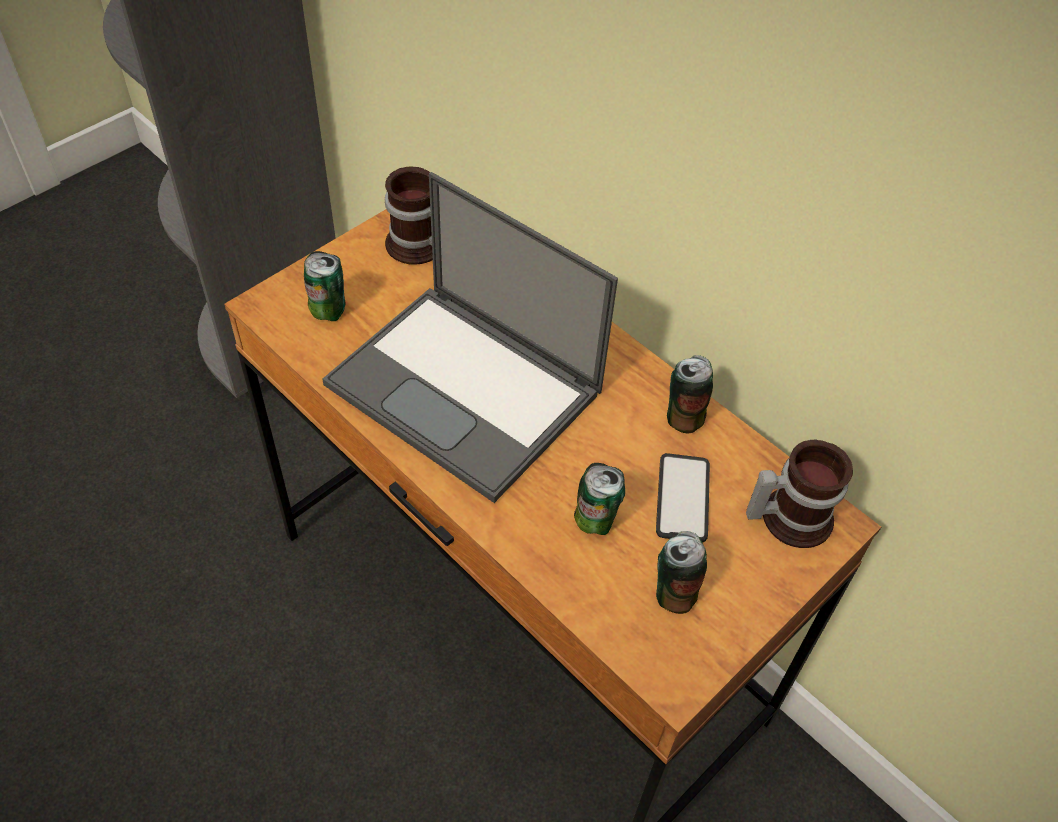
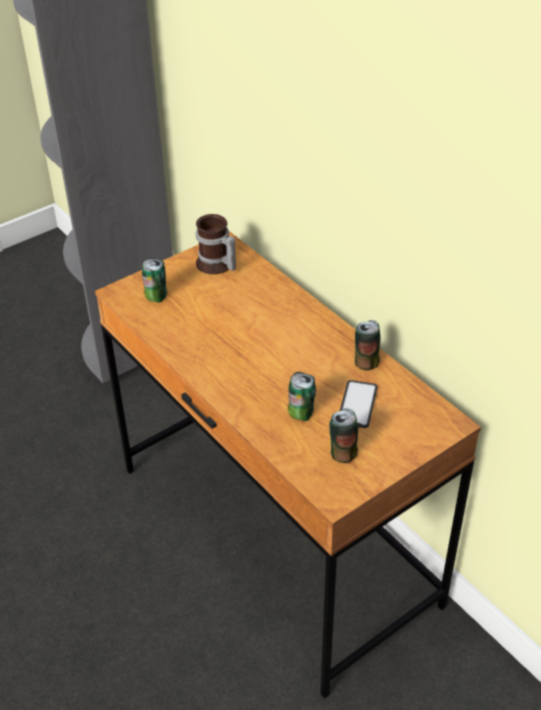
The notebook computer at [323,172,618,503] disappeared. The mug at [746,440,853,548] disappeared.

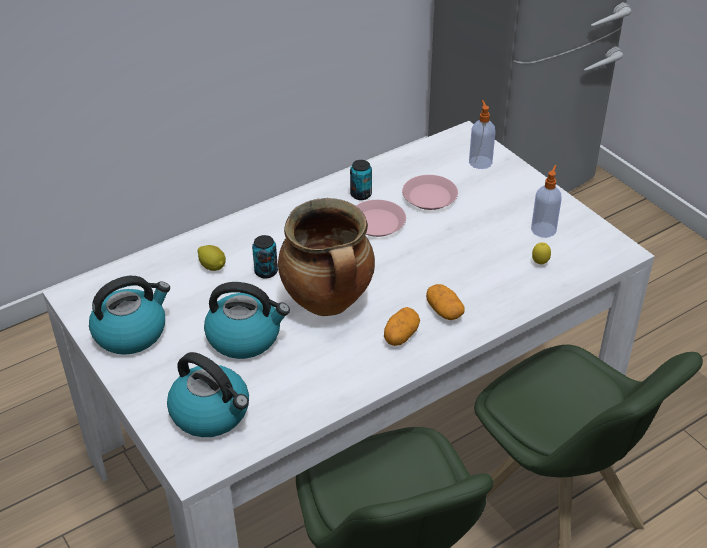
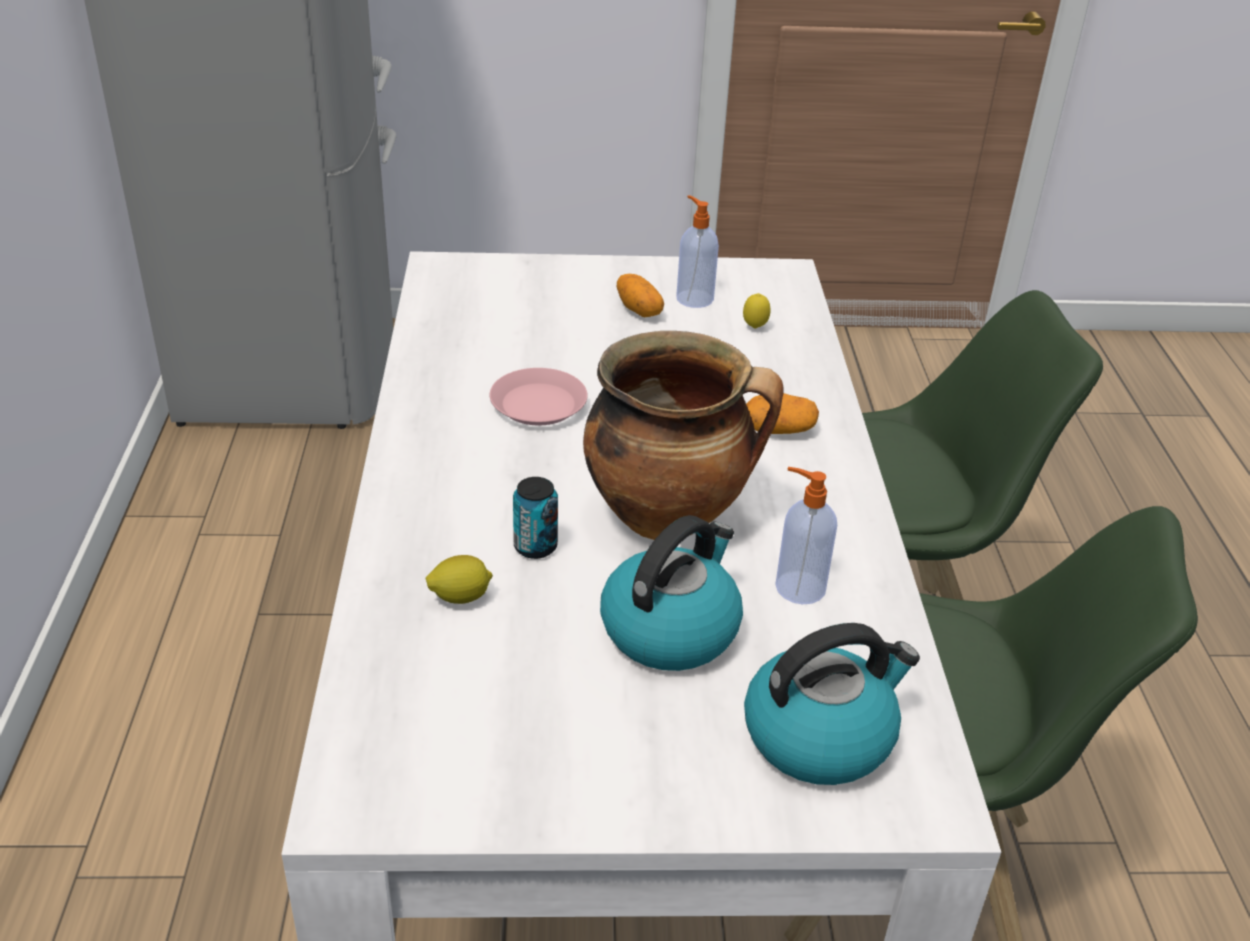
The water kettle at [89,276,170,355] disappeared. The can at [350,160,372,200] disappeared. The pink-coloured plate at [402,175,458,210] disappeared. The potato moved from [384,307,420,346] to [617,274,664,317]. The liquid soap bottle moved from [469,100,495,169] to [775,467,837,604].

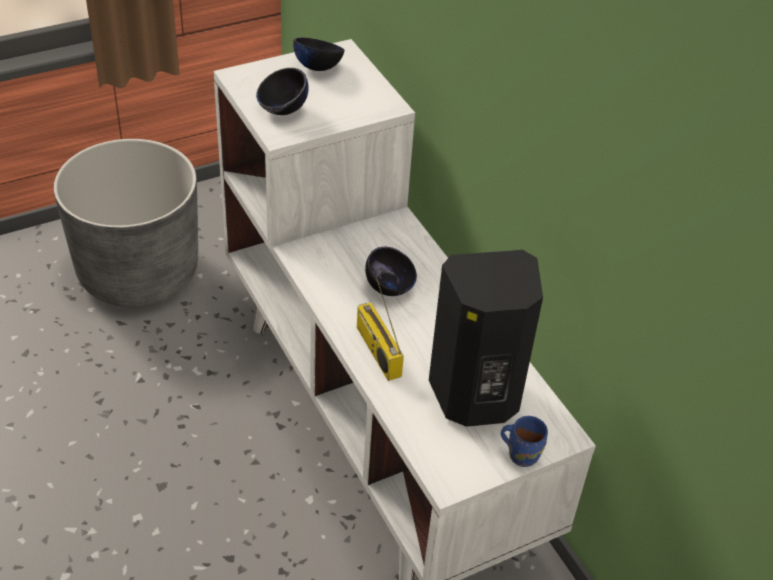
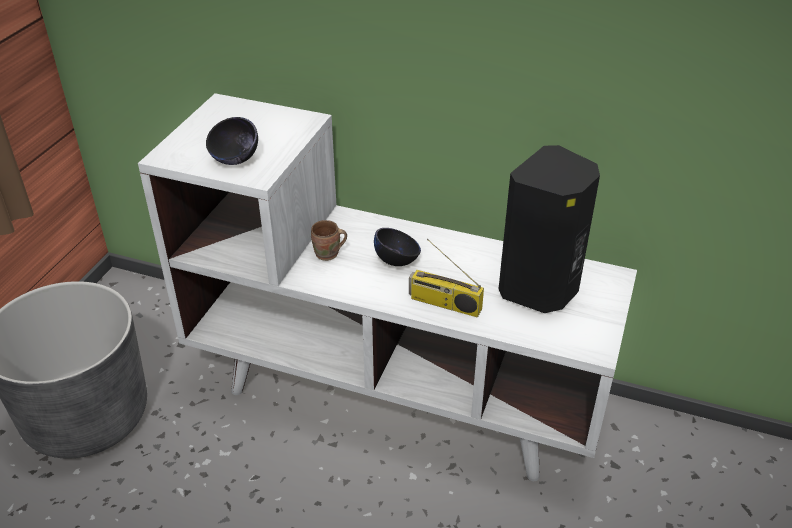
The black deep dish at [293,37,345,71] disappeared. The blue mug at [501,416,548,467] disappeared. The brown-coloured mug at [311,220,347,261] appeared.

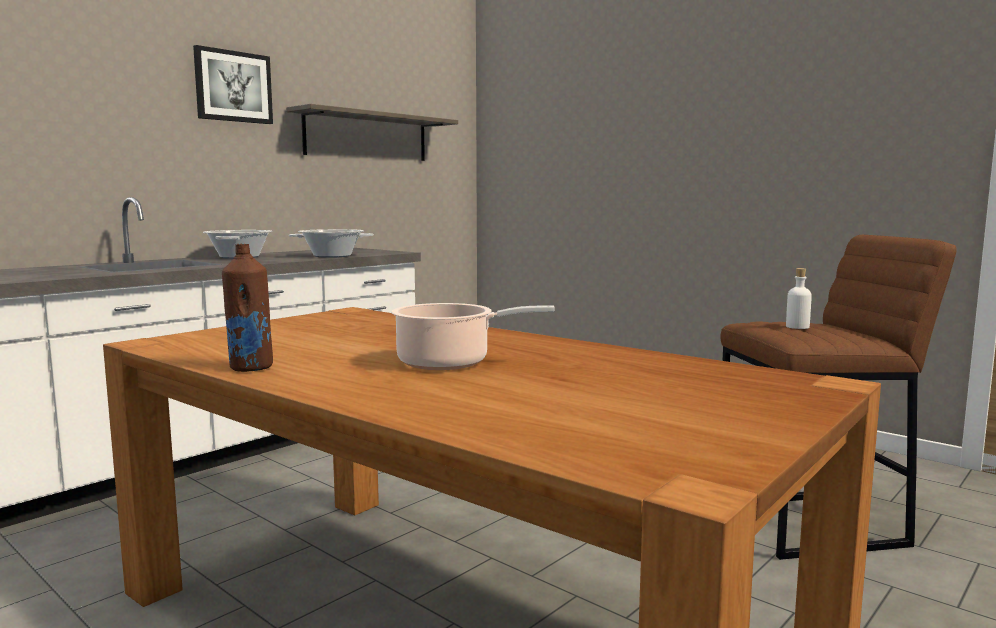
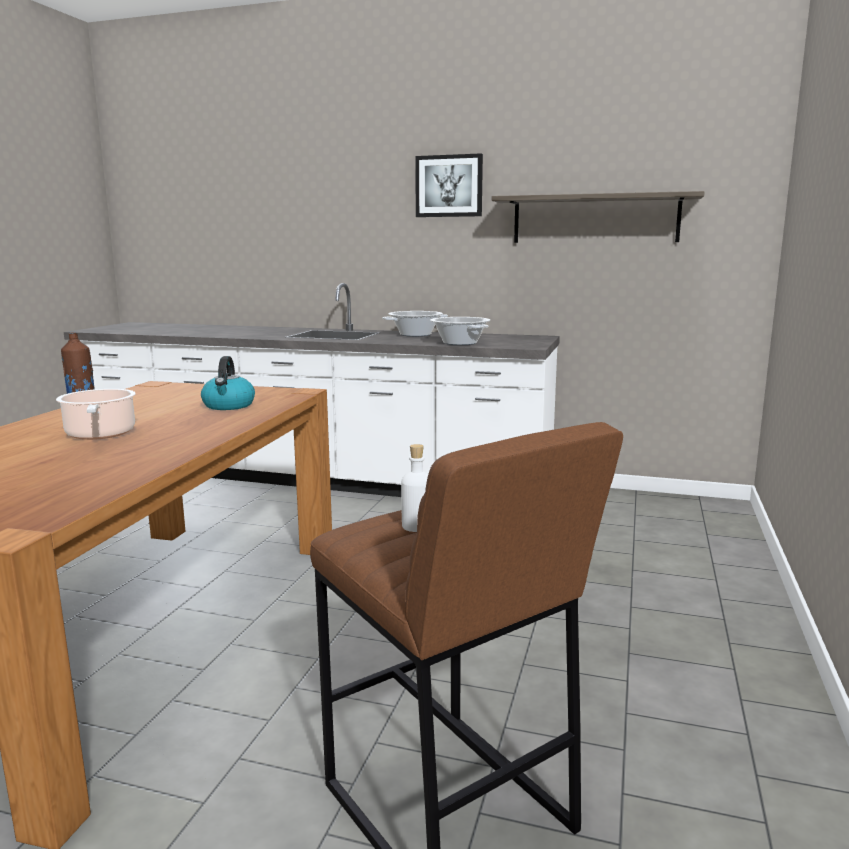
The water kettle at [201,356,255,410] appeared.

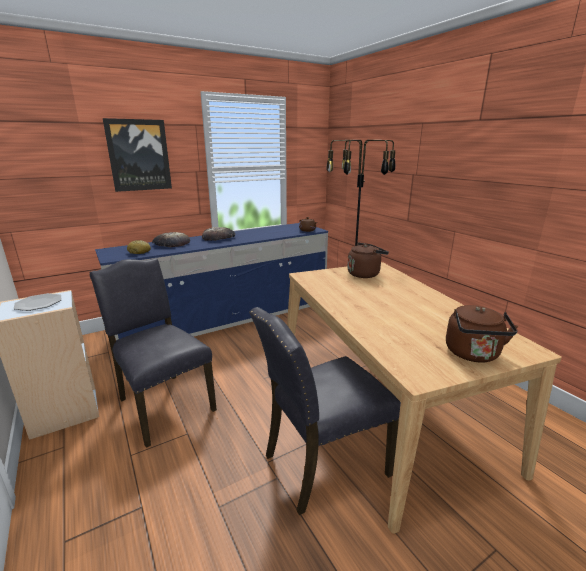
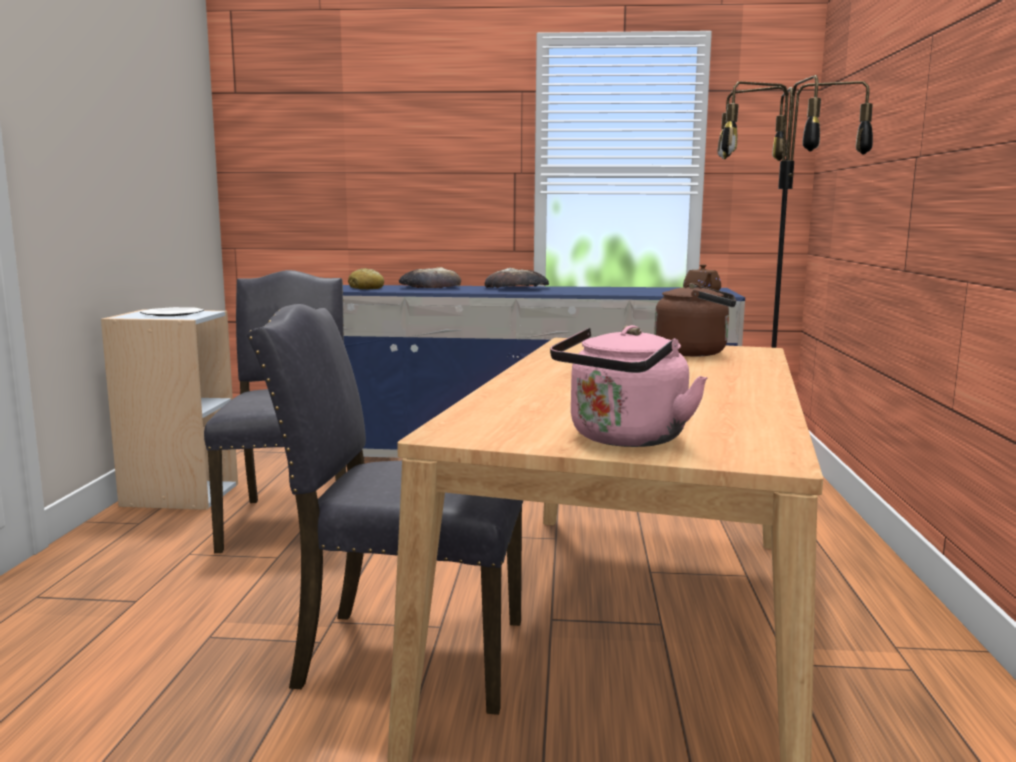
The wall art at [103,118,172,192] disappeared. The brown-coloured water kettle at [446,305,518,363] became the pink-coloured water kettle at [550,325,708,447].

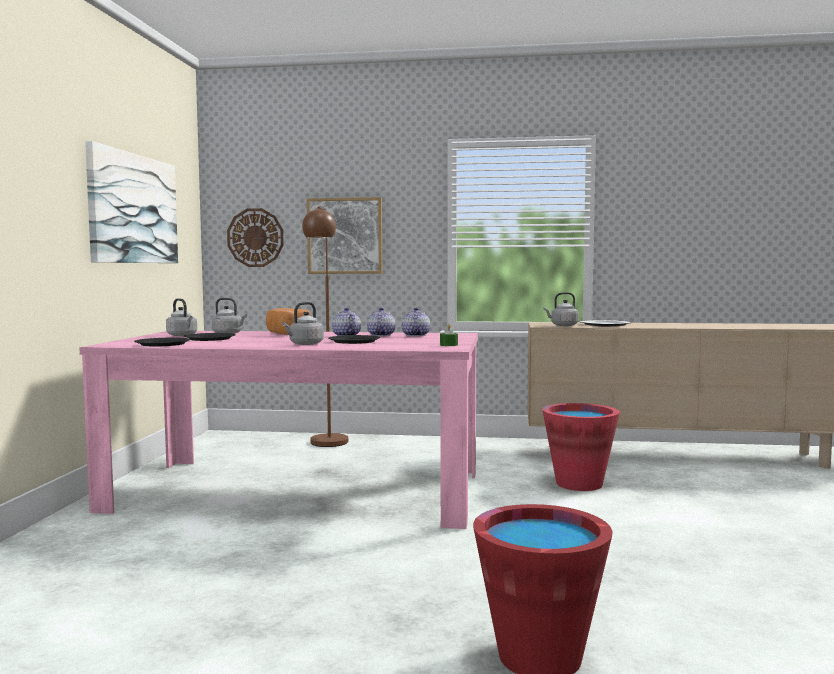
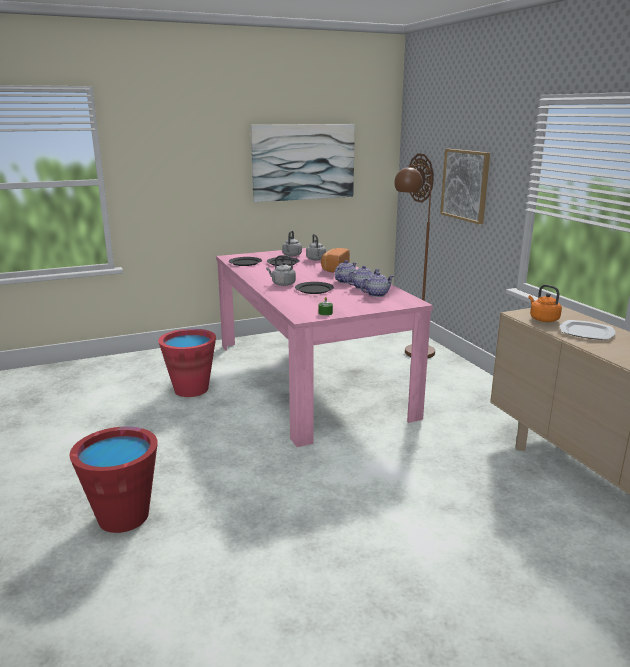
The red pail moved from [542,403,620,491] to [158,329,216,397]. The gray water kettle at [544,292,579,326] became the orange water kettle at [529,285,562,322].

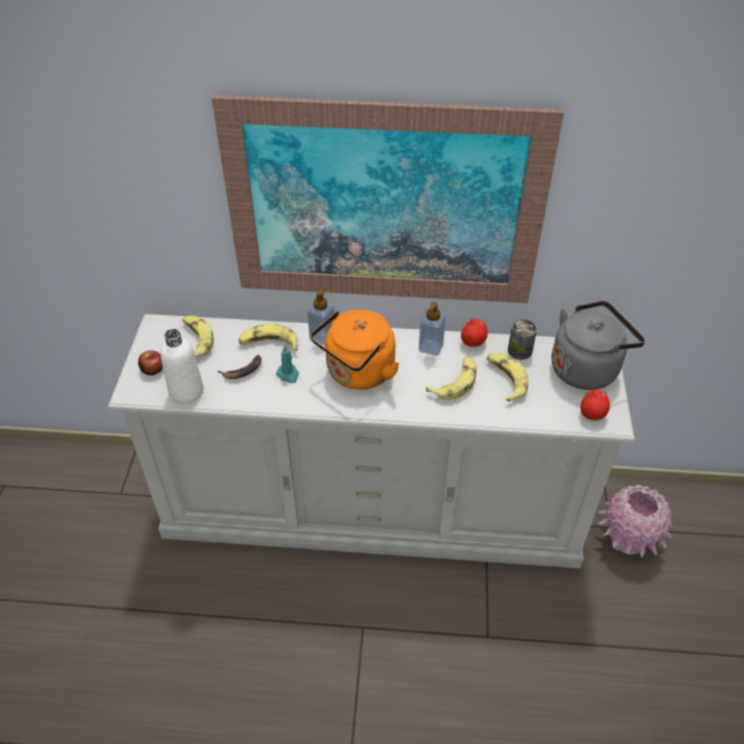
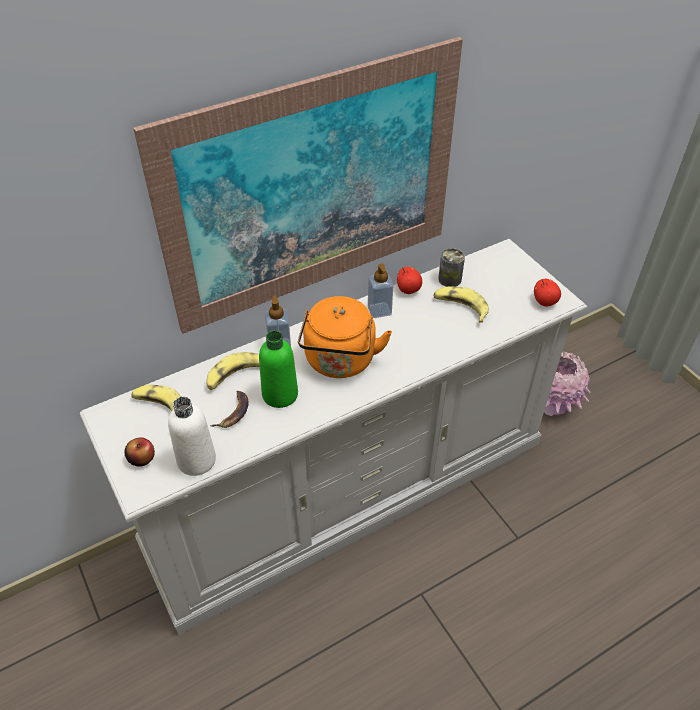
The whole banana at [426,357,477,400] disappeared. The gray water kettle at [552,301,645,390] disappeared. The turquoise wax candle at [276,345,299,383] was replaced by the green bottle at [259,331,298,408].

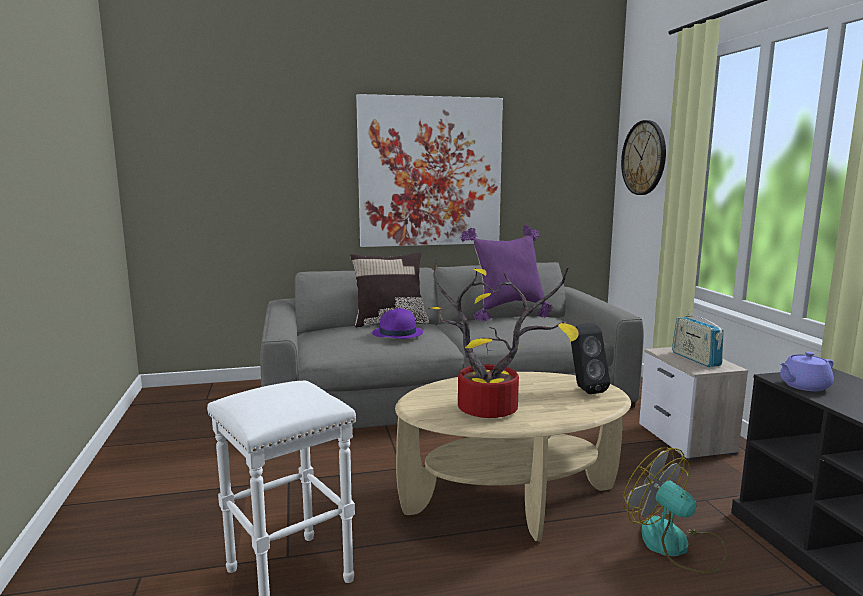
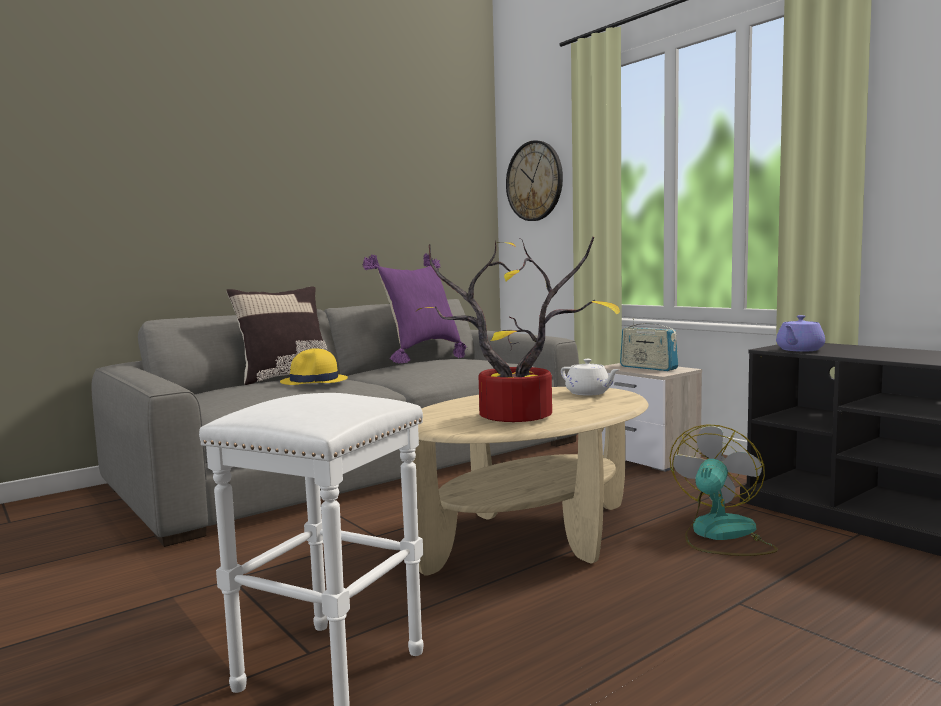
The wall art at [356,94,503,247] disappeared. The black audio speaker at [571,323,610,394] was replaced by the white teapot at [561,359,620,396]. The purple hat at [372,308,423,339] became the yellow hat at [280,349,348,385]. The electric fan at [623,447,728,574] turned 90 degrees clockwise.

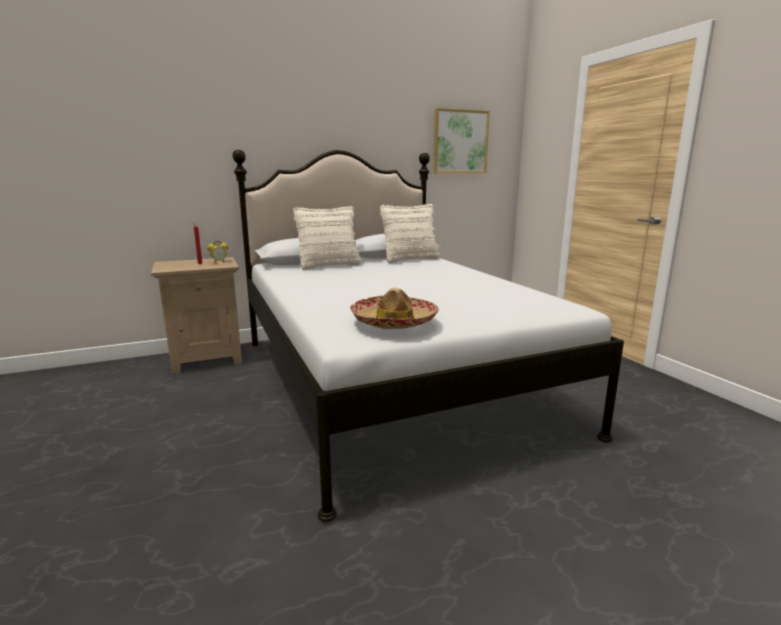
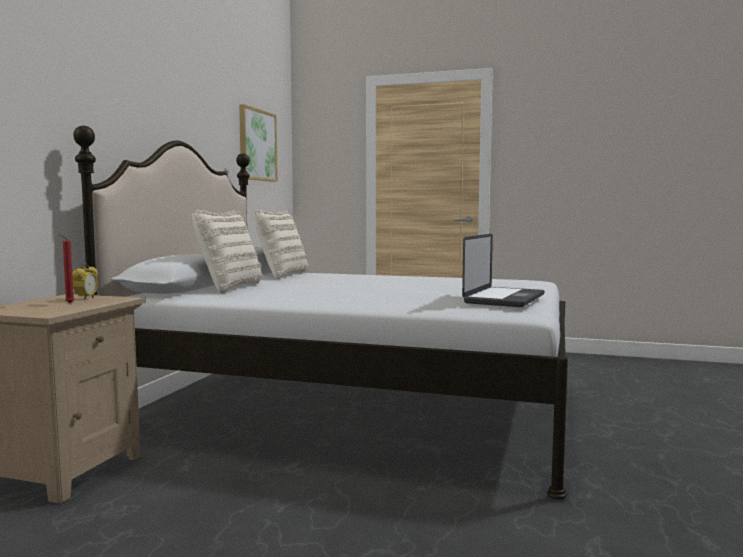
The hat at [350,287,439,329] was replaced by the notebook computer at [462,234,545,307].

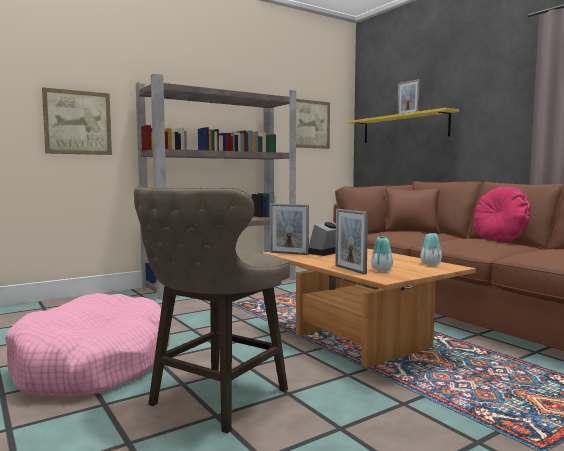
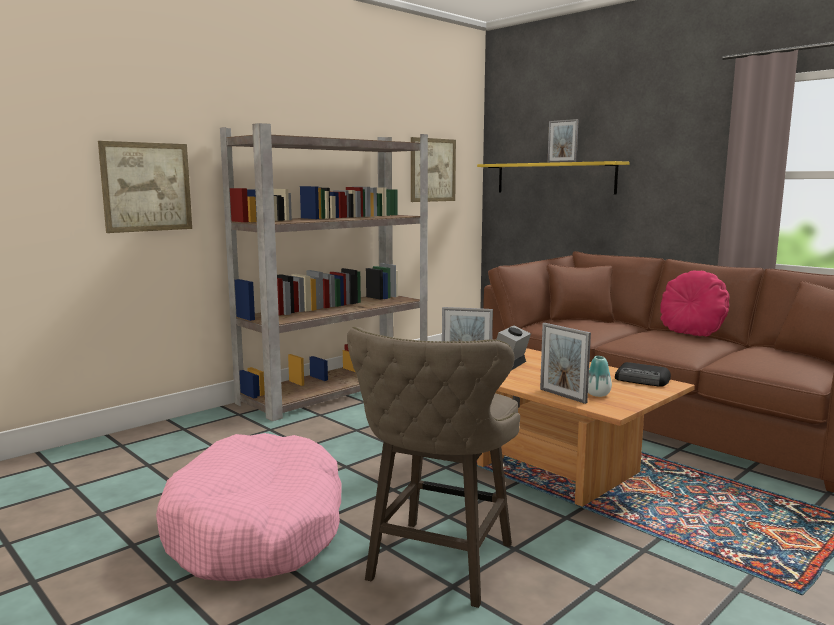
The flower vase at [420,233,442,265] was replaced by the radio at [615,362,671,387].

